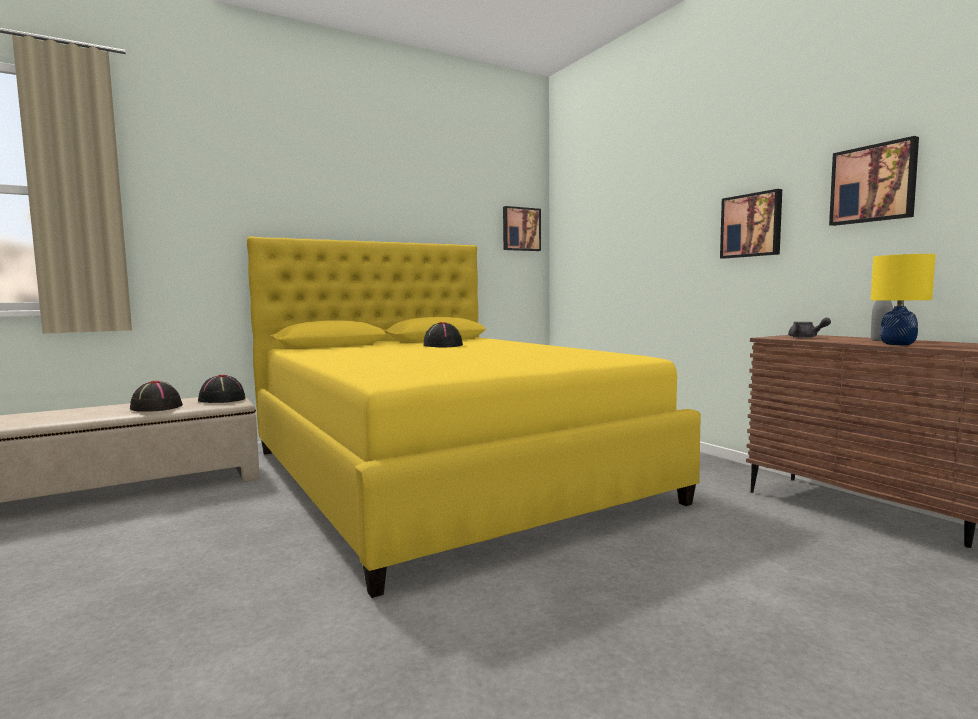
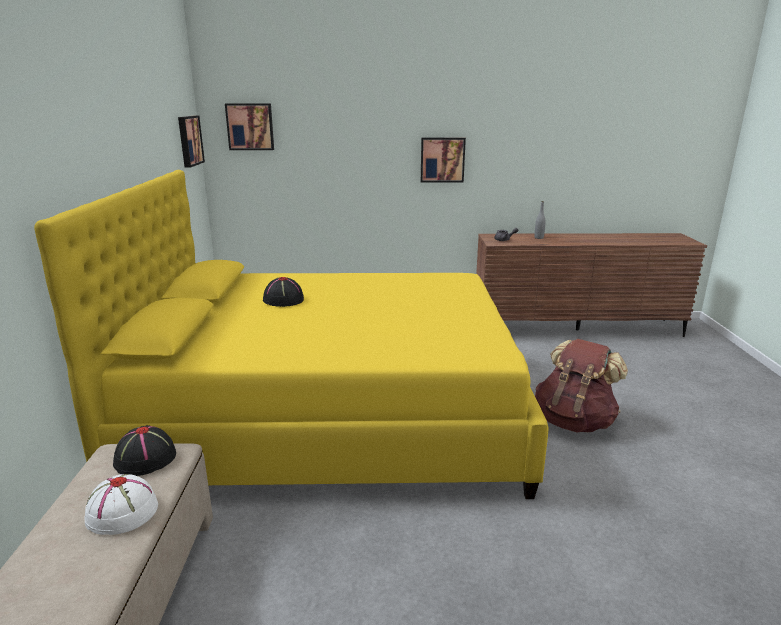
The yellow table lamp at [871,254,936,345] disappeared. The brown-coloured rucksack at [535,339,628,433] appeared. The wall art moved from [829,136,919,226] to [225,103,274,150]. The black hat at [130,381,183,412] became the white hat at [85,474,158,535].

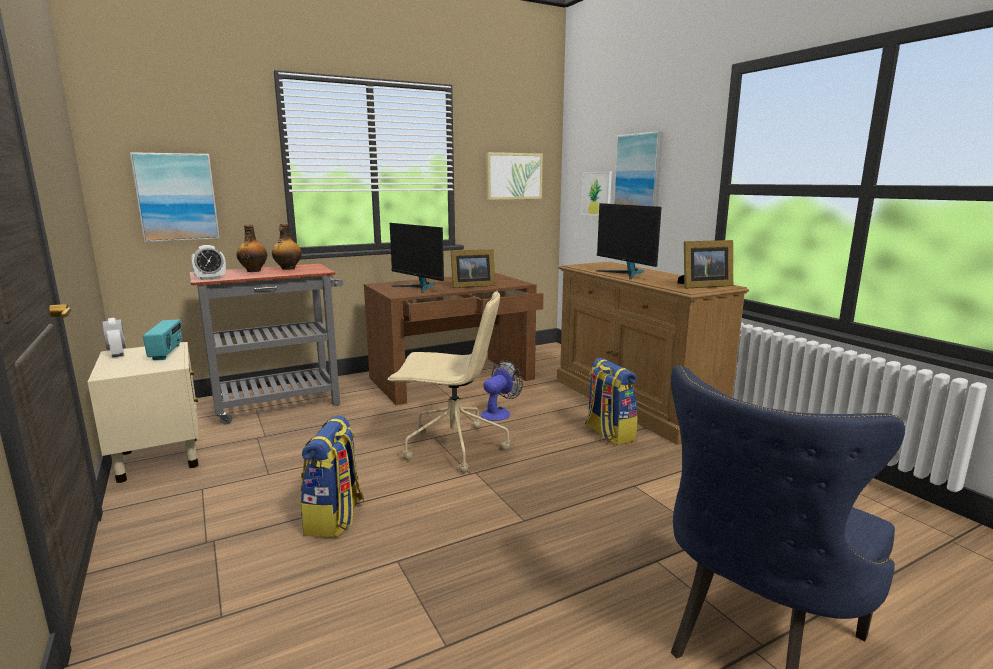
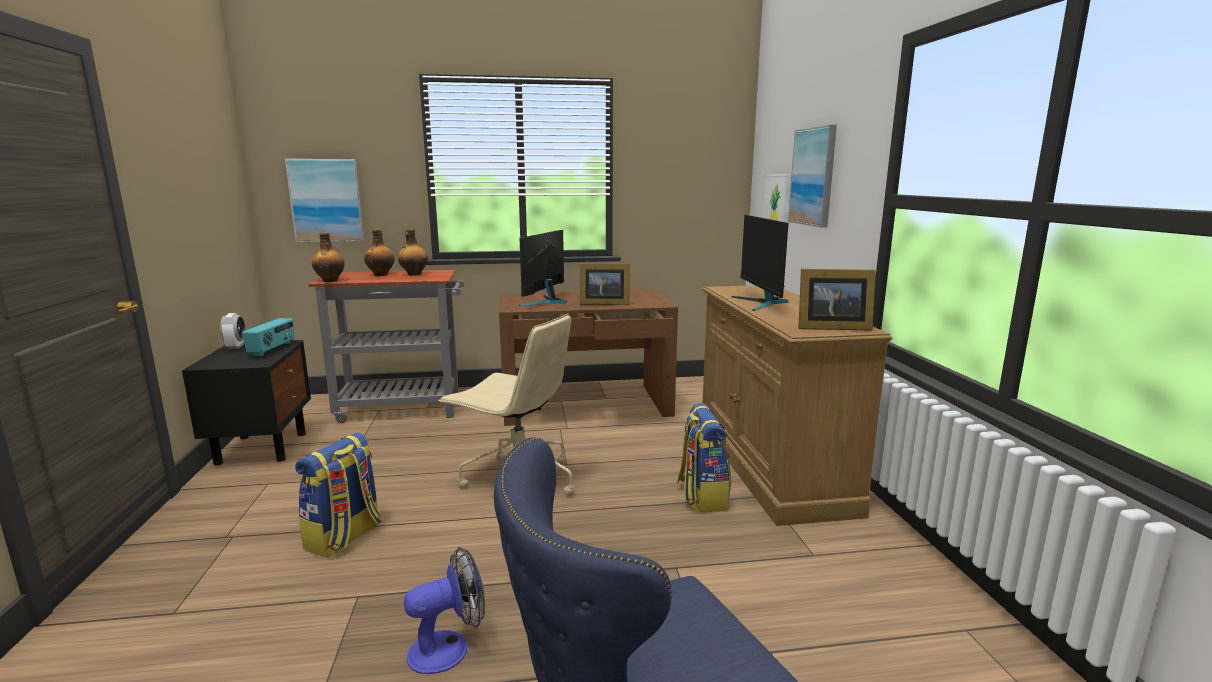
The wall art at [486,152,543,200] disappeared. The electric fan moved from [481,360,523,421] to [404,547,485,674]. The alarm clock at [191,245,226,280] was replaced by the bottle at [312,232,344,282]. The beige nightstand at [88,342,199,483] became the black nightstand at [182,340,311,465]. The computer display at [390,223,444,293] turned 45 degrees clockwise.

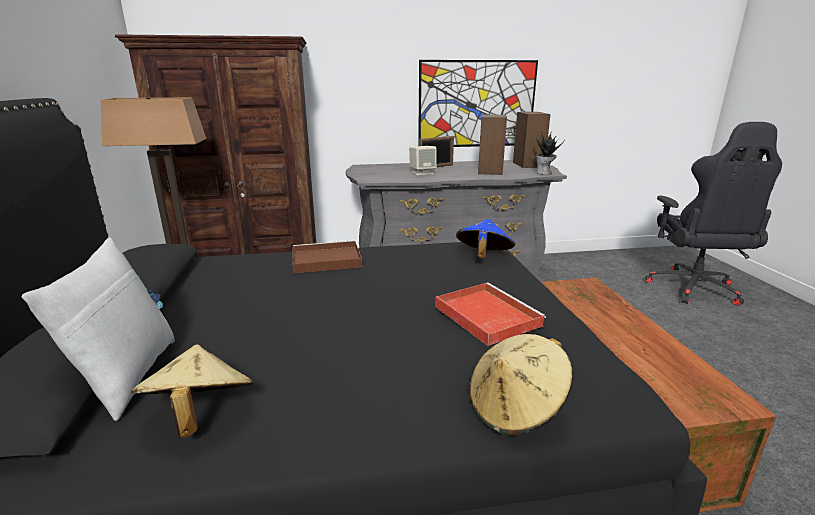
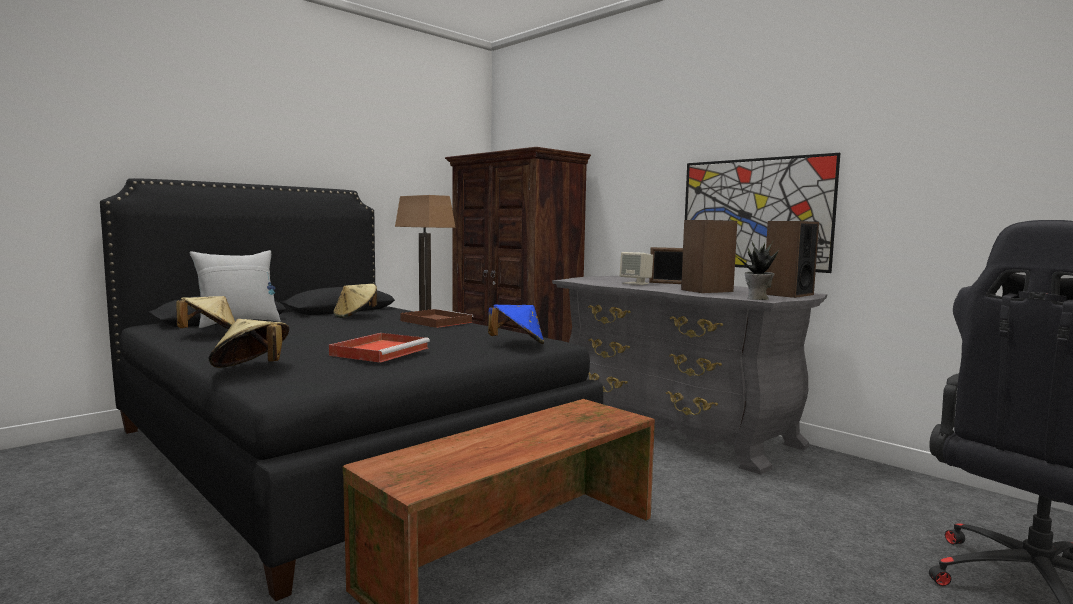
The beige hat at [333,284,377,318] appeared.

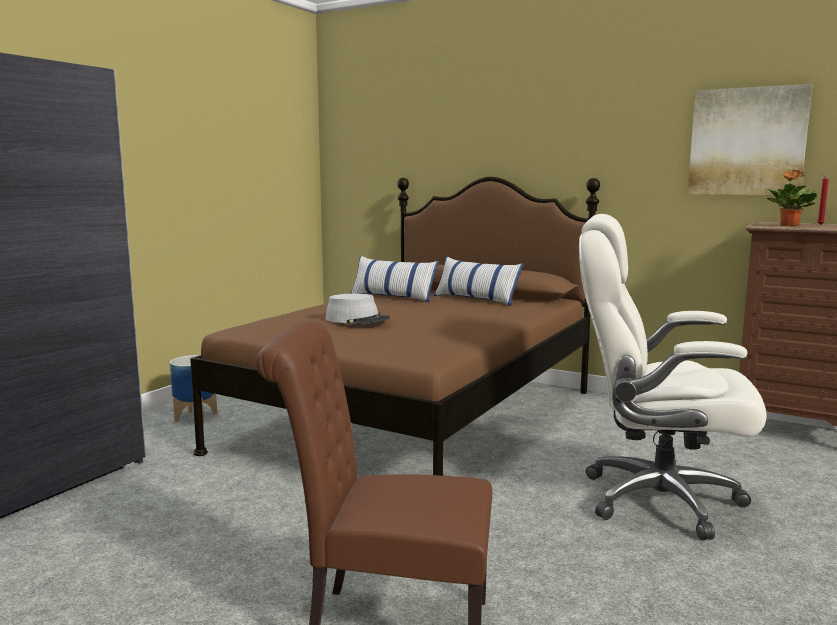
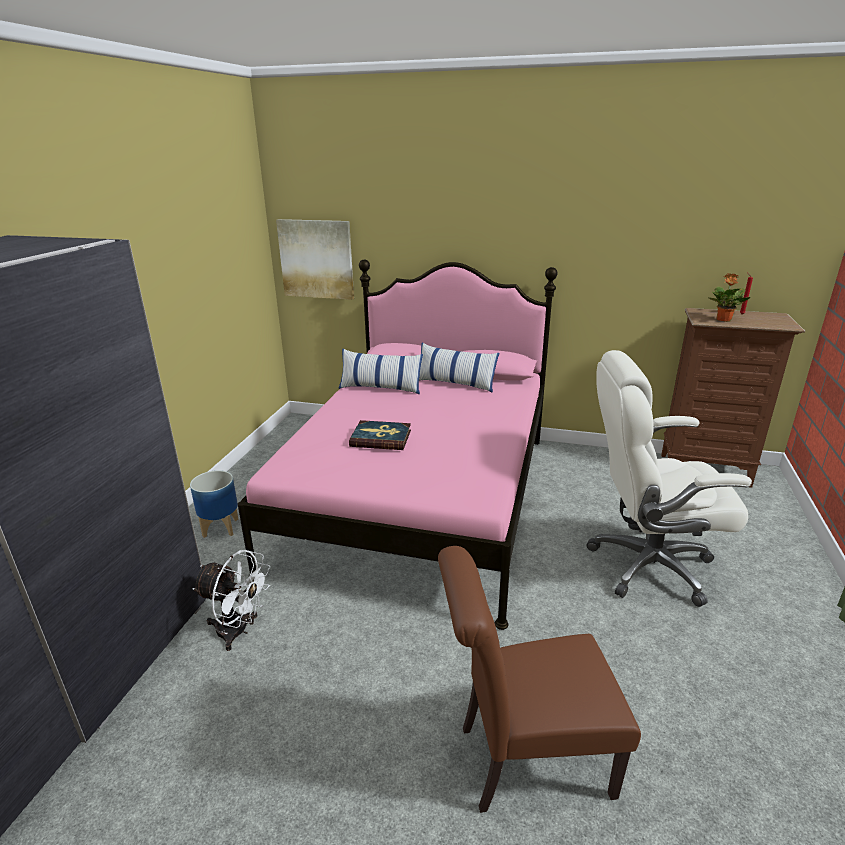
The white electric fan at [192,550,270,651] appeared. The wall art moved from [688,84,812,195] to [276,219,354,300]. The gray hat at [326,294,391,325] was replaced by the bound book at [349,420,411,450]. The brown-coloured bedroom bed at [190,177,600,476] became the pink-coloured bedroom bed at [238,260,557,630].

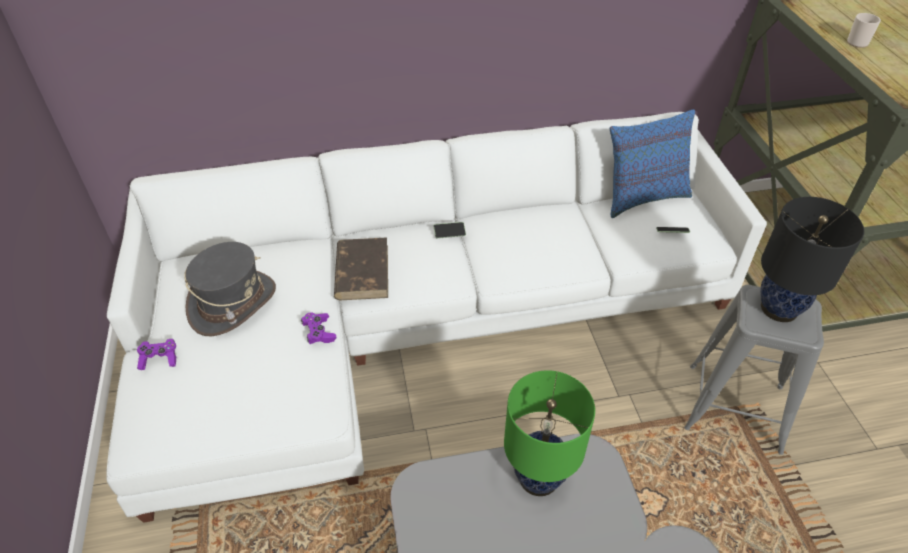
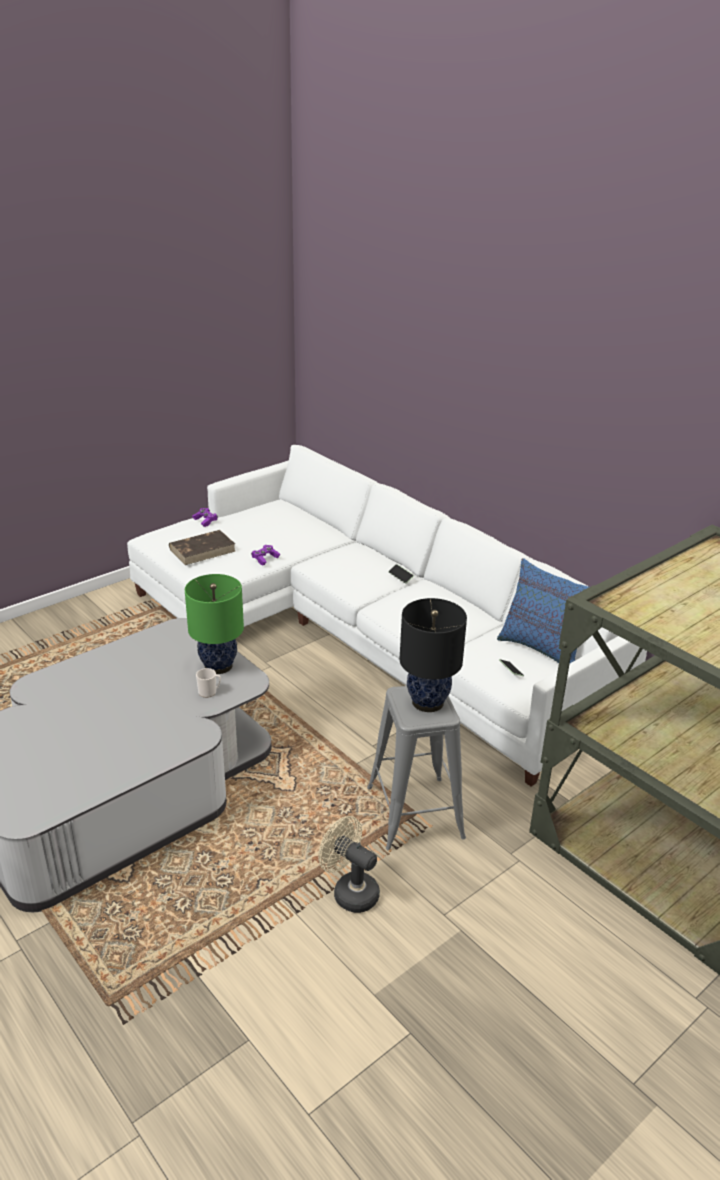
The gray hat at [184,242,276,336] disappeared. The beige electric fan at [318,816,380,913] appeared. The brown-coloured bound book moved from [334,238,388,300] to [169,530,235,565]. The mug moved from [847,13,881,48] to [196,668,221,698].

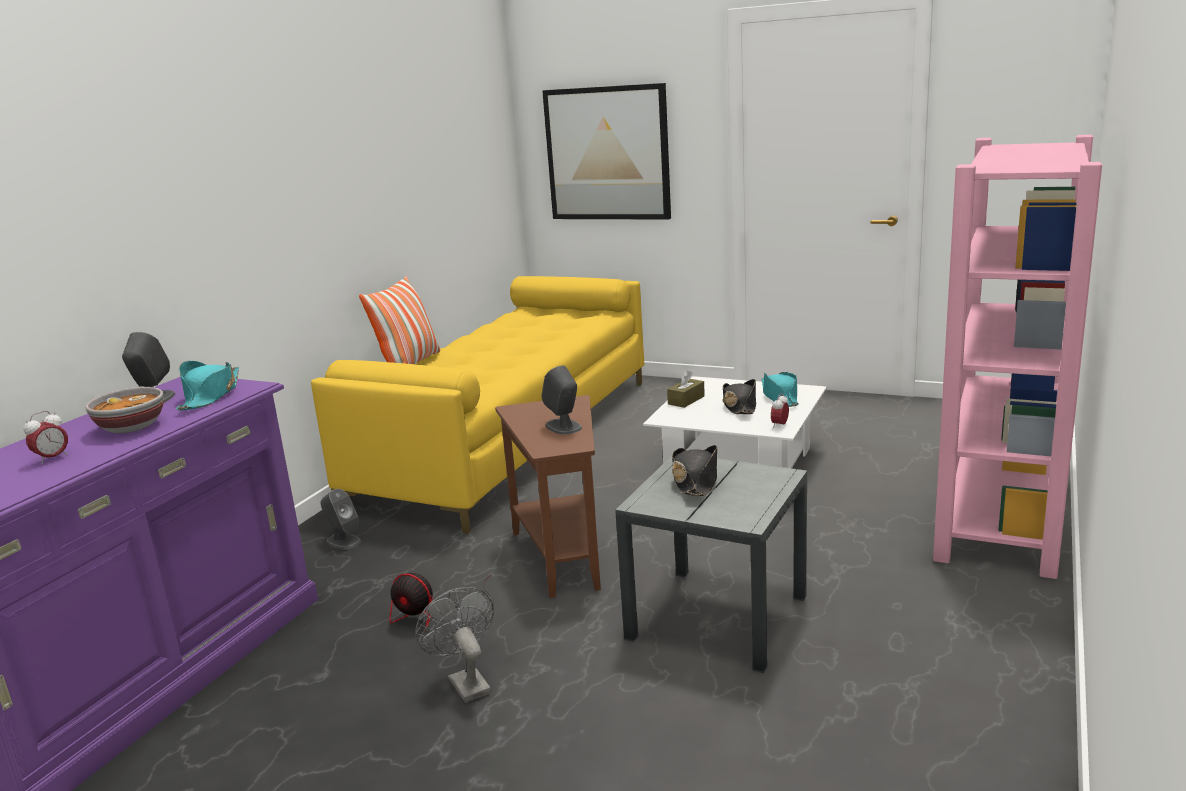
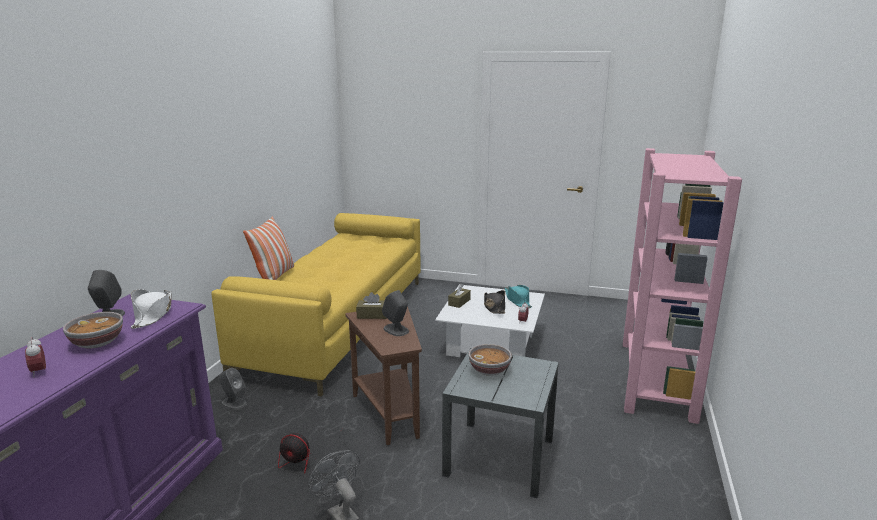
The wall art at [542,83,671,220] disappeared. The brown-coloured tissue holder at [356,292,387,319] appeared. The black hat at [672,445,717,496] was replaced by the deep dish at [469,344,512,376]. The turquoise hat at [176,361,239,410] became the white hat at [131,289,171,329]. The alarm clock at [24,411,68,464] turned 120 degrees clockwise.

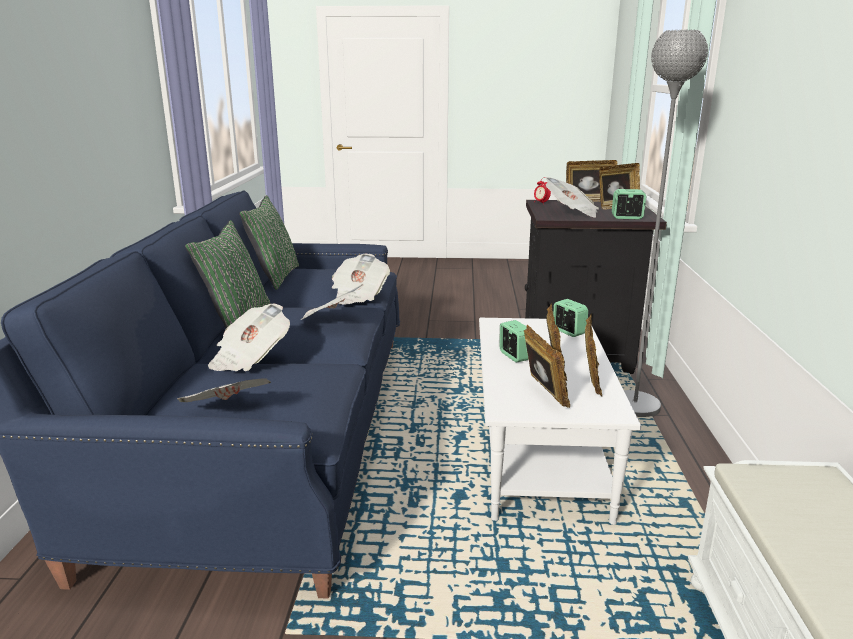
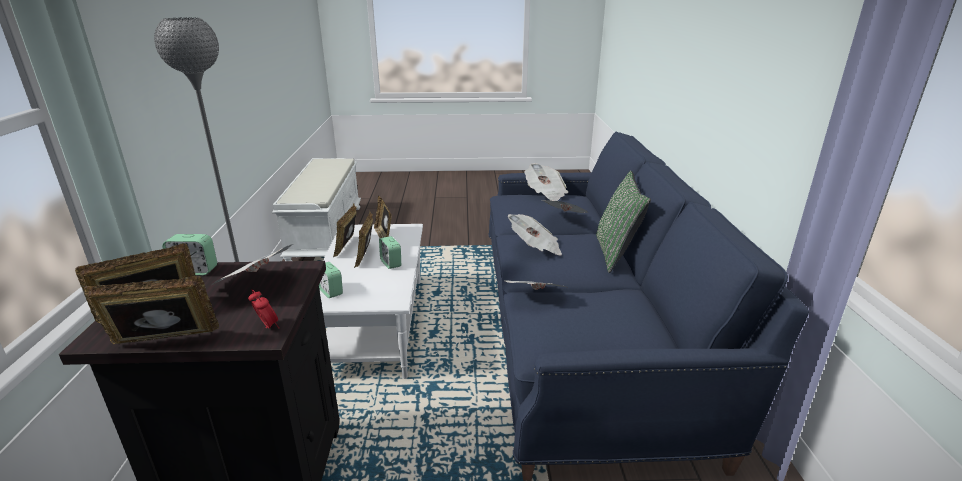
The green pillow at [239,195,299,290] disappeared.

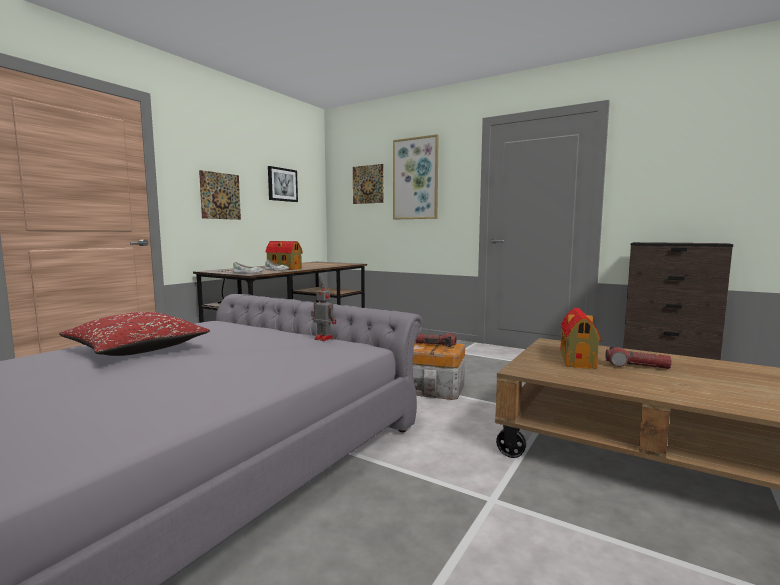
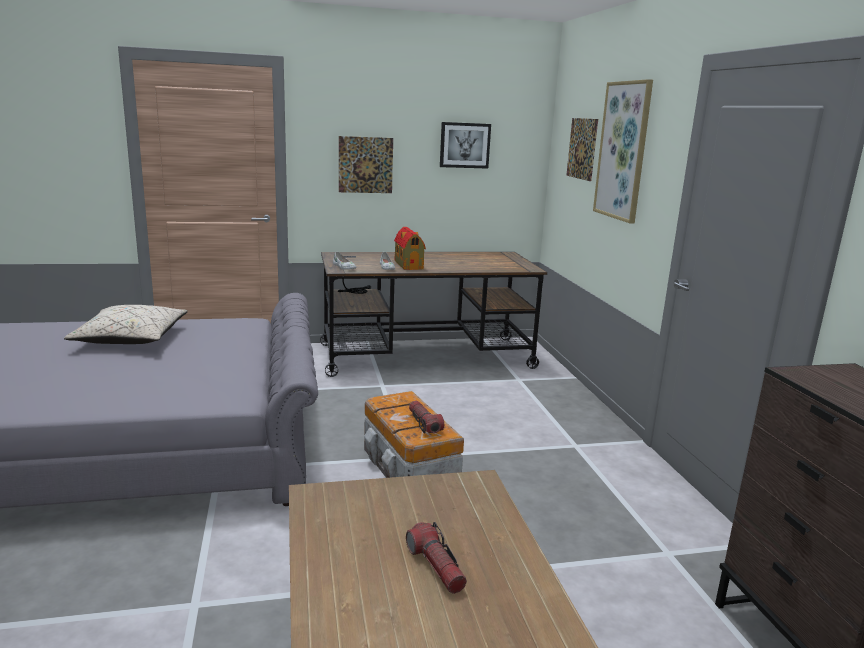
The model robot at [311,284,336,341] disappeared. The toy house at [560,308,601,369] disappeared. The red pillow at [59,312,210,356] became the beige pillow at [64,305,188,344].

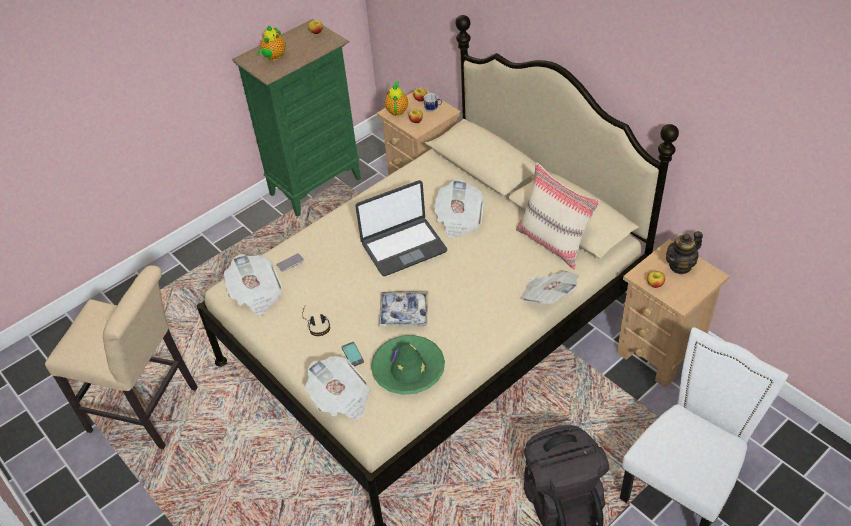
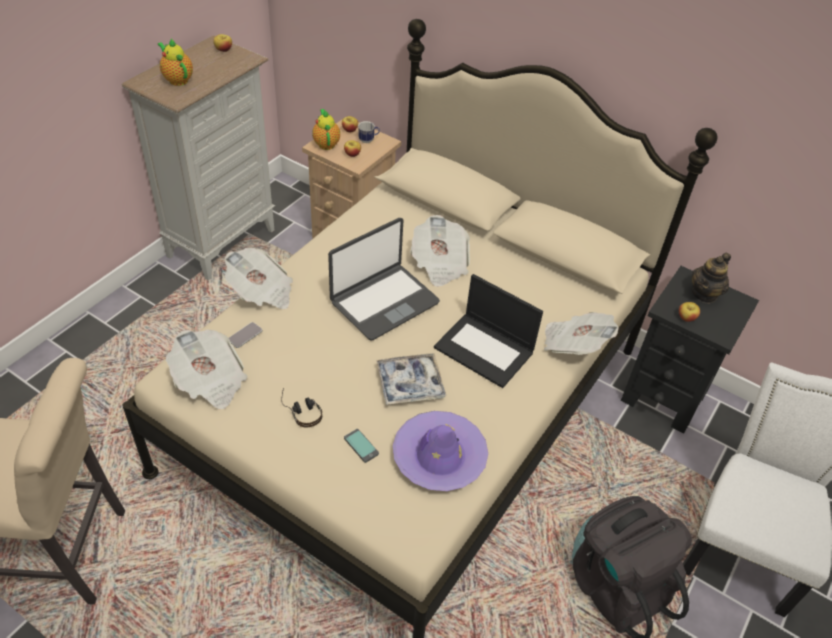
The beige pillow at [516,163,600,270] disappeared. The notebook computer at [434,274,543,388] appeared. The daily paper moved from [305,356,371,421] to [225,248,293,309]. The green drawer chest at [232,19,361,217] became the white drawer chest at [122,35,275,281]. The green hat at [371,335,445,395] became the purple hat at [393,411,488,491]. The beige nightstand at [617,239,730,388] became the black nightstand at [621,266,759,434]. The teapot at [258,26,286,60] turned 135 degrees clockwise.

